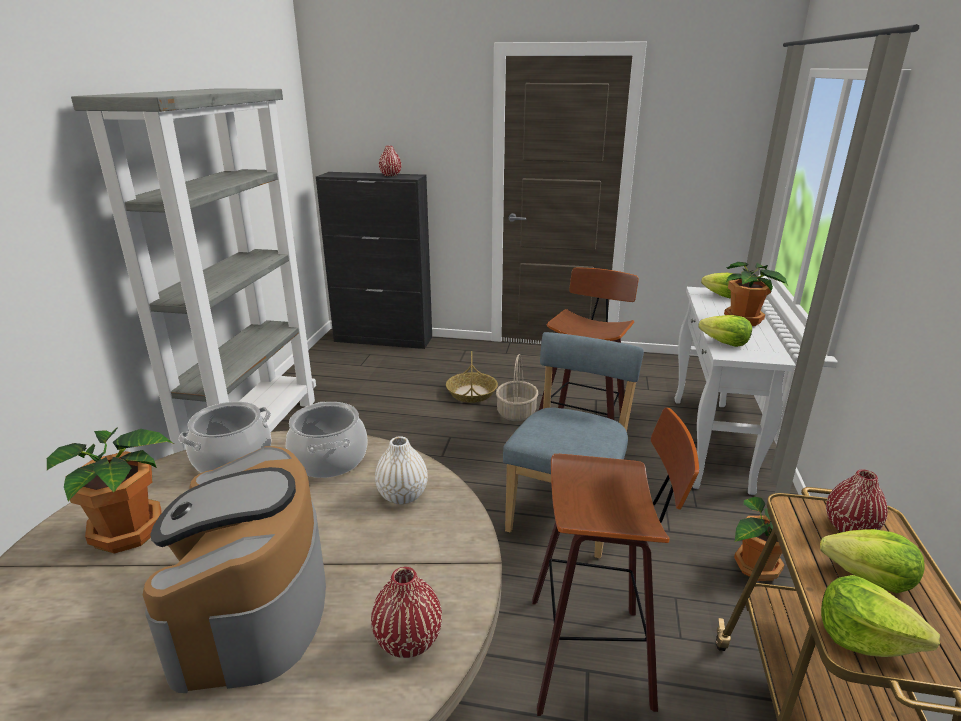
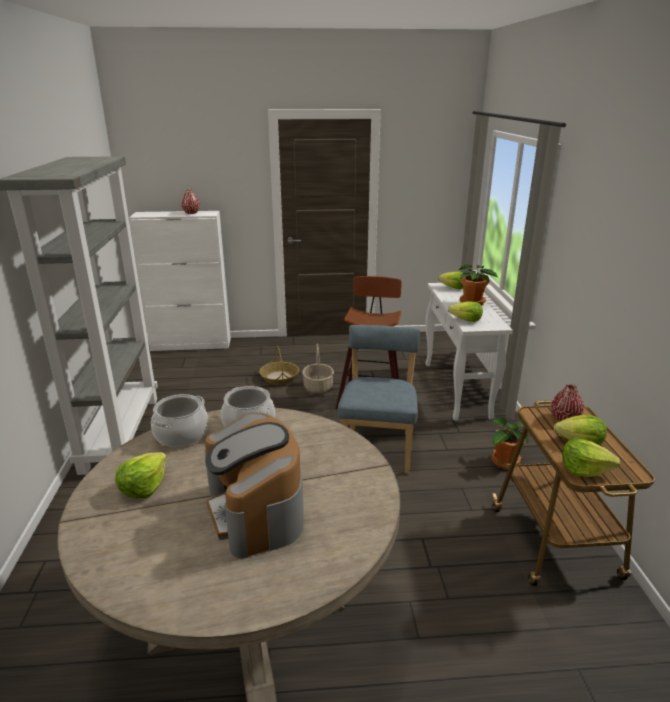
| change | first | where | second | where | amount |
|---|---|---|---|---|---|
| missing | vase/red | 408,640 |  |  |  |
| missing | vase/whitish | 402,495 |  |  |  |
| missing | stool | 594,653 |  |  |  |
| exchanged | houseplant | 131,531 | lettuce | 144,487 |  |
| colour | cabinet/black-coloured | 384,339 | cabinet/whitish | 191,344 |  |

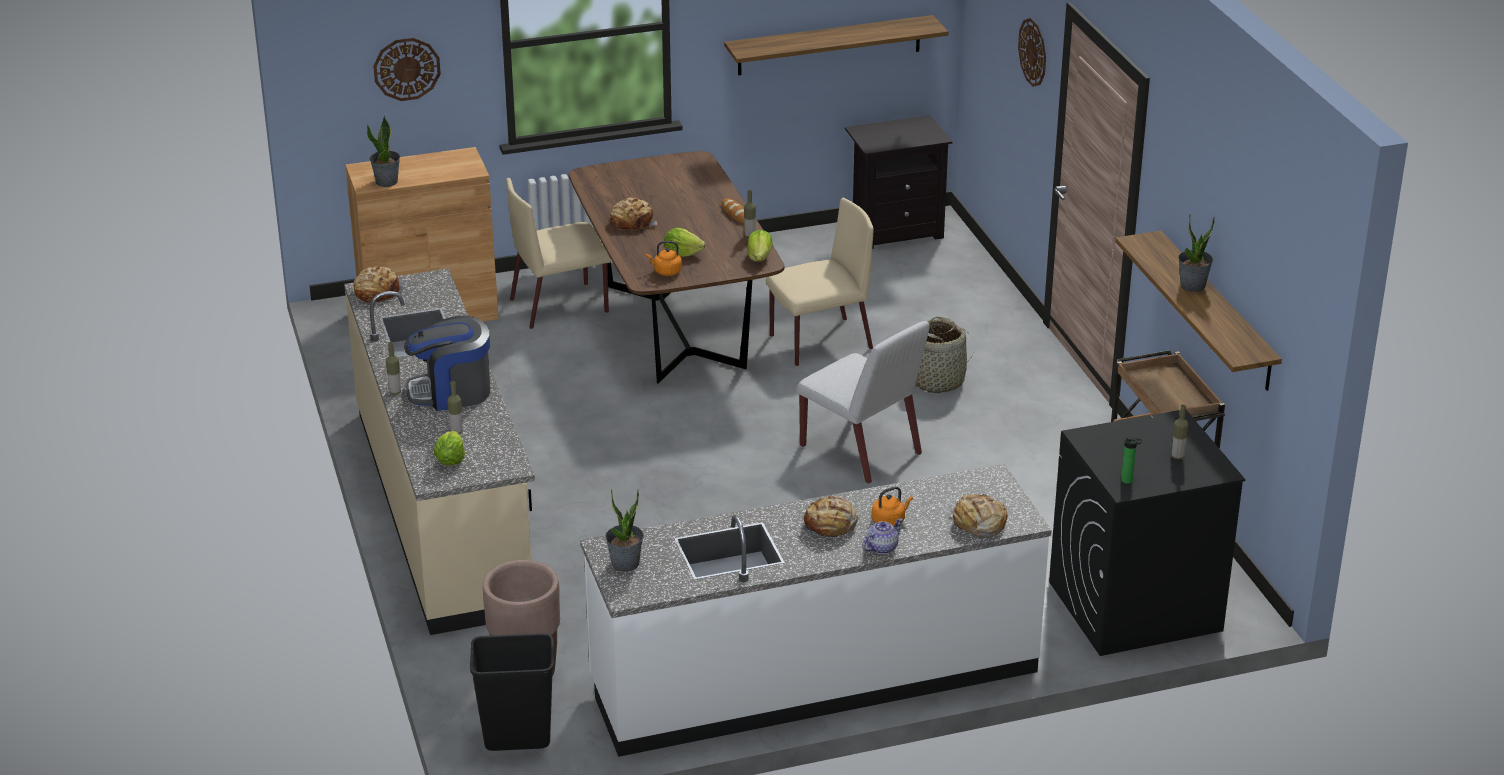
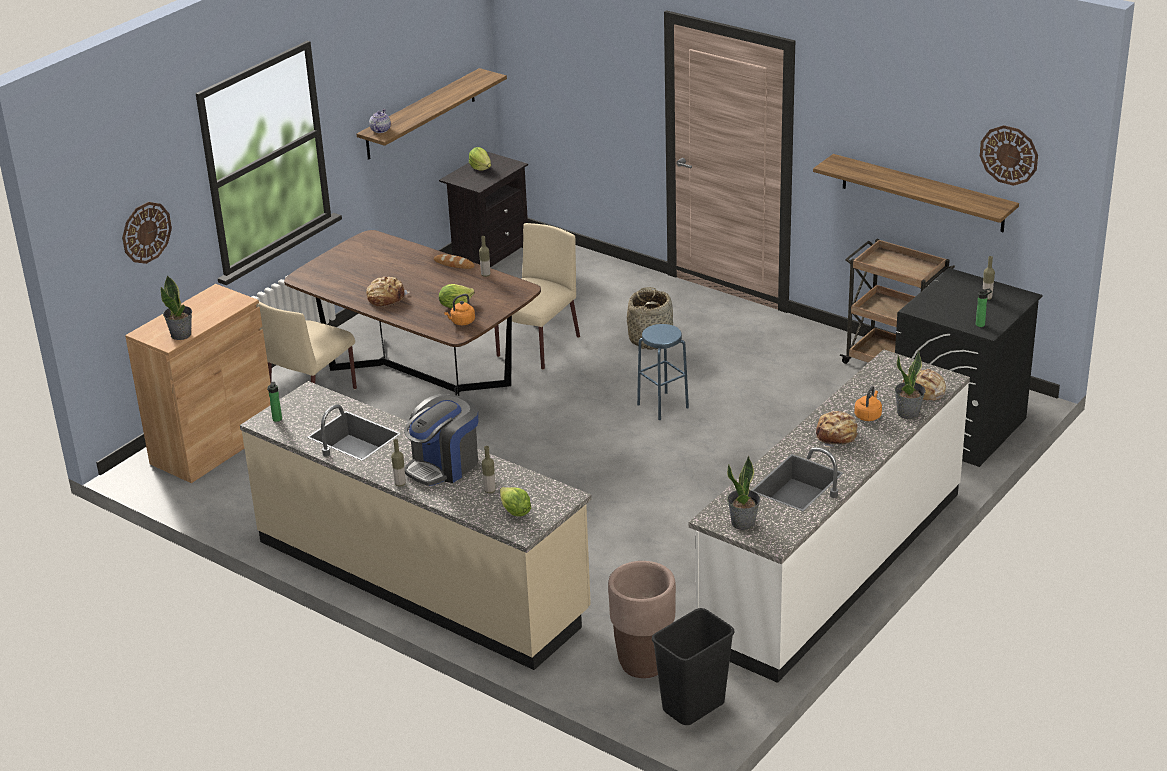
| change | first | where | second | where | amount |
|---|---|---|---|---|---|
| relocated | lettuce | 760,257 |  | 480,168 |  |
| relocated | tea pot | 881,548 |  | 380,130 |  |
| relocated | clock on the wall | 1033,52 |  | 1009,155 |  |
| relocated | houseplant | 1192,285 |  | 908,413 |  |
| exchanged | baked bread | 377,292 | beverage bottle | 277,420 |  |
| exchanged | chair/whitish | 862,450 | stool/blue-coloured | 663,406 |  |

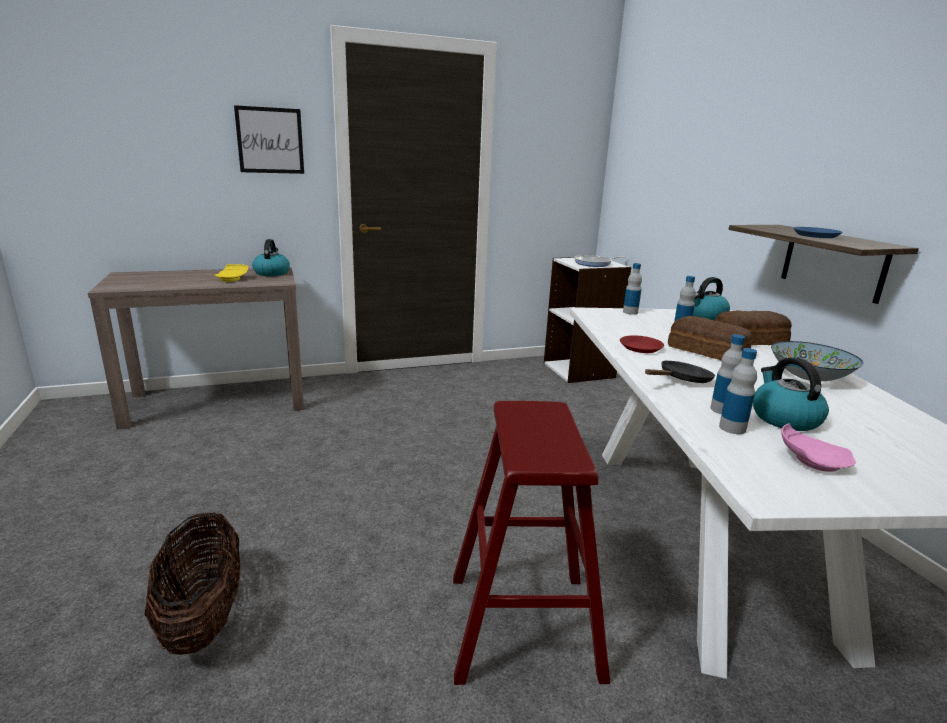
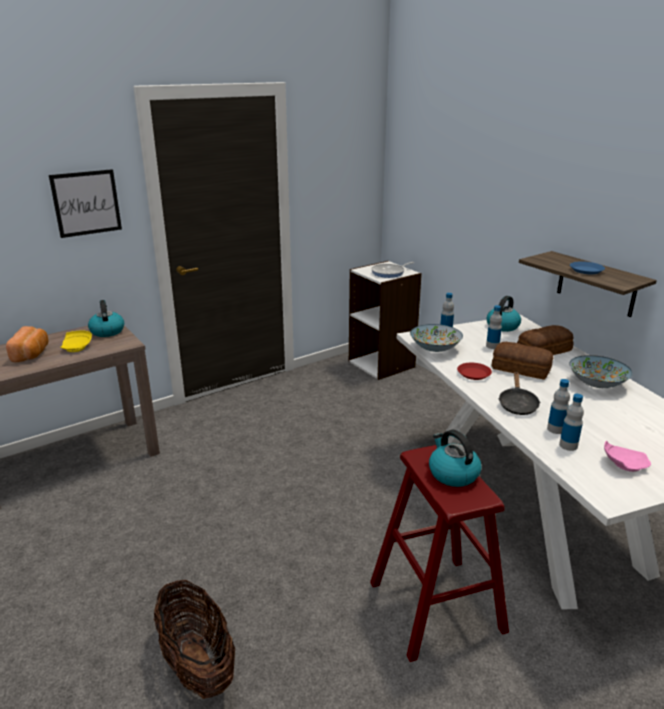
| change | first | where | second | where | amount |
|---|---|---|---|---|---|
| appeared |  |  | baked bread | 32,354 |  |
| appeared |  |  | bowl | 435,348 |  |
| relocated | tea kettle | 784,418 |  | 452,474 |  |
| spun | pan/black-coloured | 681,380 |  | 517,404 | 150 degrees clockwise |

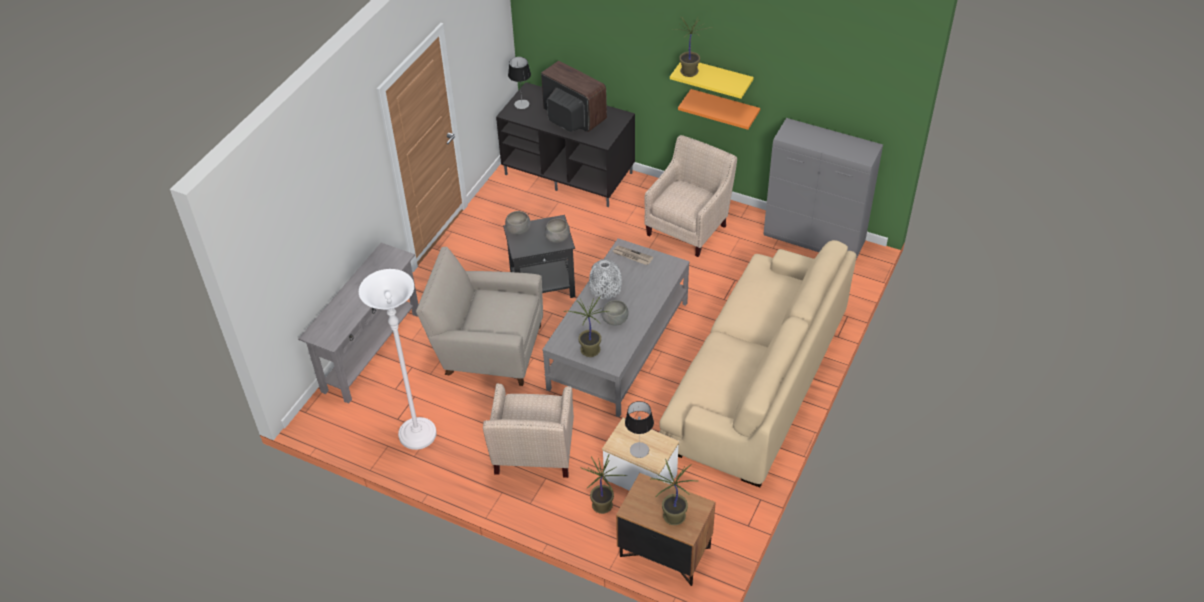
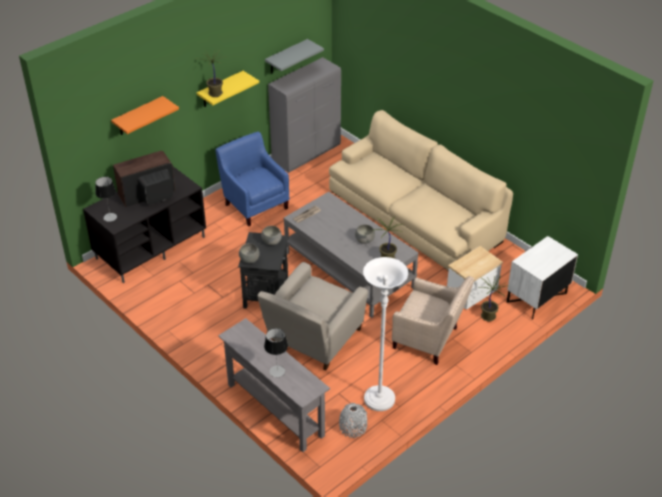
| change | first | where | second | where | amount |
|---|---|---|---|---|---|
| missing | houseplant | 673,517 |  |  |  |
| appeared |  |  | bracket shelf/grey | 286,57 |  |
| relocated | vase/grey | 605,288 |  | 353,427 |  |
| relocated | lamp for a table | 639,450 |  | 277,371 |  |
| relocated | bracket shelf/orange | 724,108 |  | 138,116 |  |
| colour | night table/brown | 664,552 | night table/whitish | 537,298 |  |
| colour | armchair/beige | 689,227 | armchair/blue-coloured | 255,204 |  |

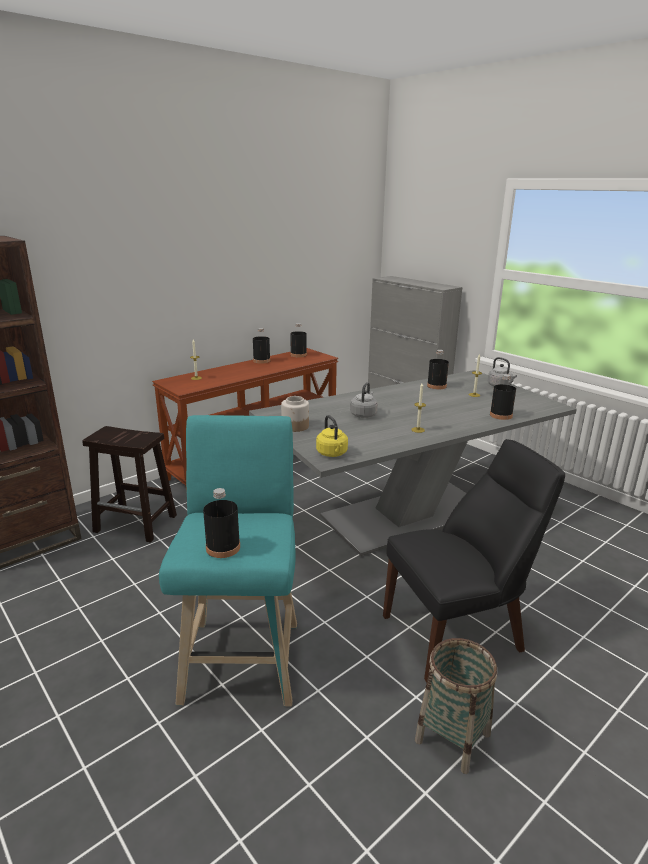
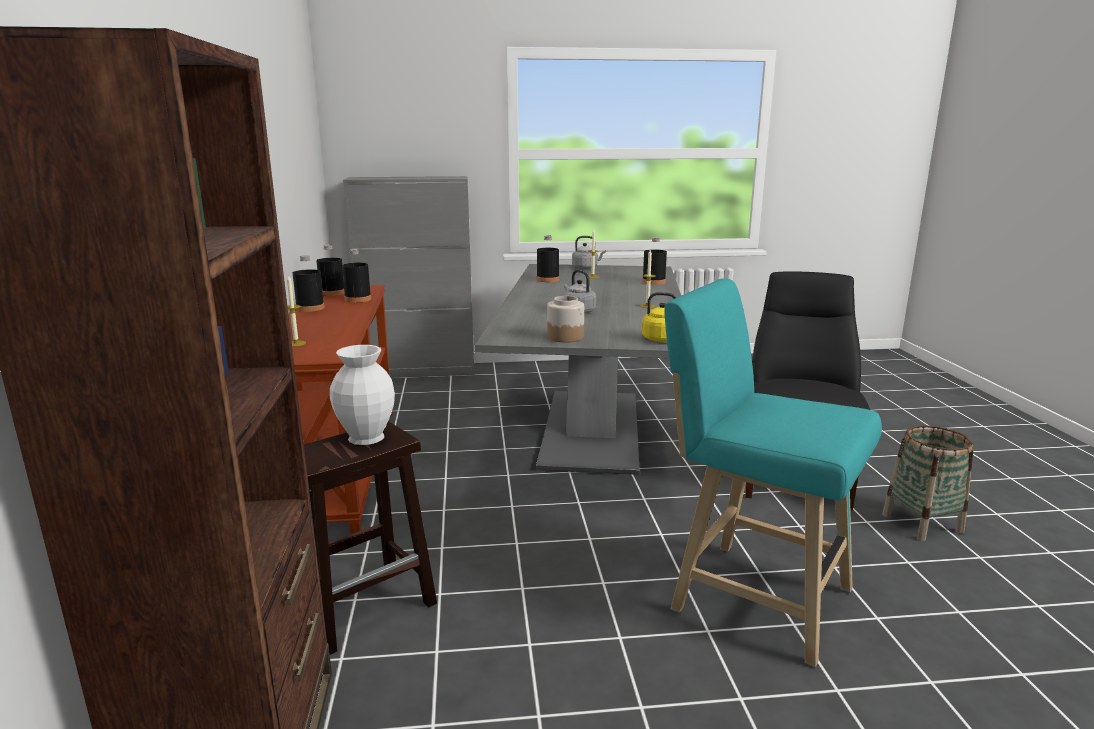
| change | first | where | second | where | amount |
|---|---|---|---|---|---|
| appeared |  |  | vase/whitish | 365,437 |  |
| relocated | beverage bottle/black-coloured | 223,547 |  | 358,299 |  |

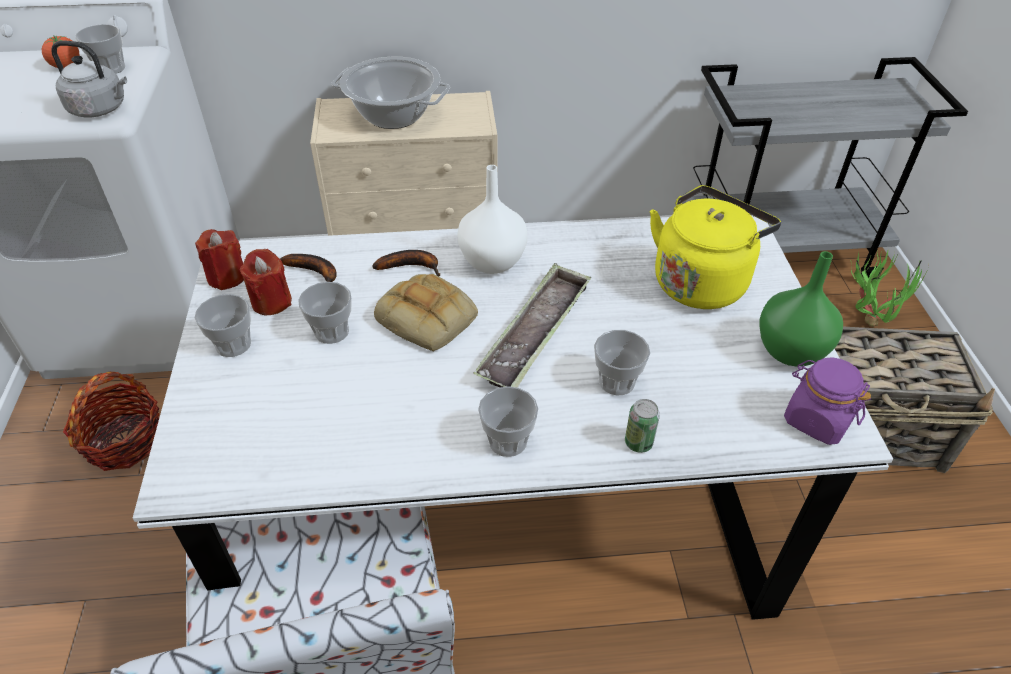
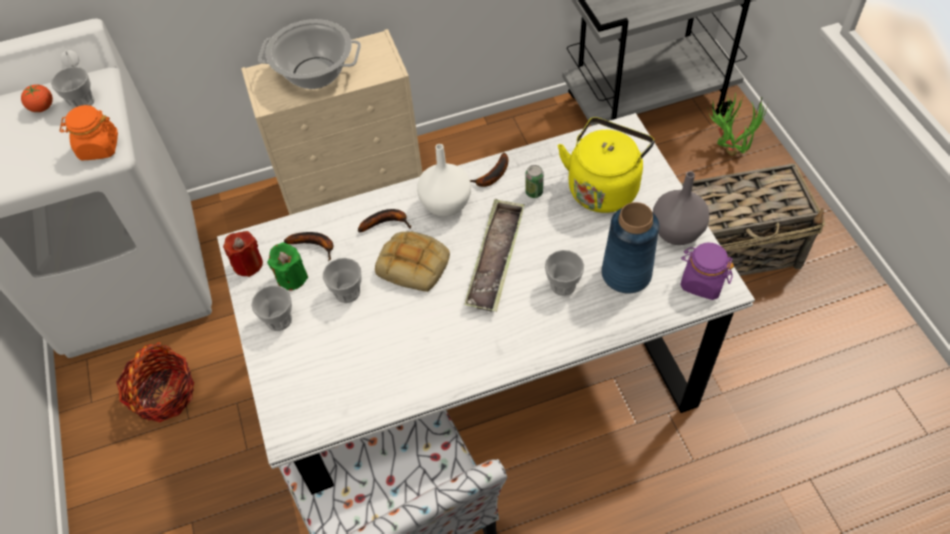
| change | first | where | second | where | amount |
|---|---|---|---|---|---|
| missing | drinking cup | 507,441 |  |  |  |
| appeared |  |  | whole banana | 491,176 |  |
| appeared |  |  | vase/blue-coloured | 626,274 |  |
| relocated | can | 638,443 |  | 534,192 |  |
| exchanged | tea kettle/grey | 101,109 | storage jar/orange | 98,147 |  |
| colour | wax light/red | 271,302 | wax light/green-coloured | 291,277 |  |
| colour | vase/green-coloured | 791,352 | vase/grey | 677,233 |  |

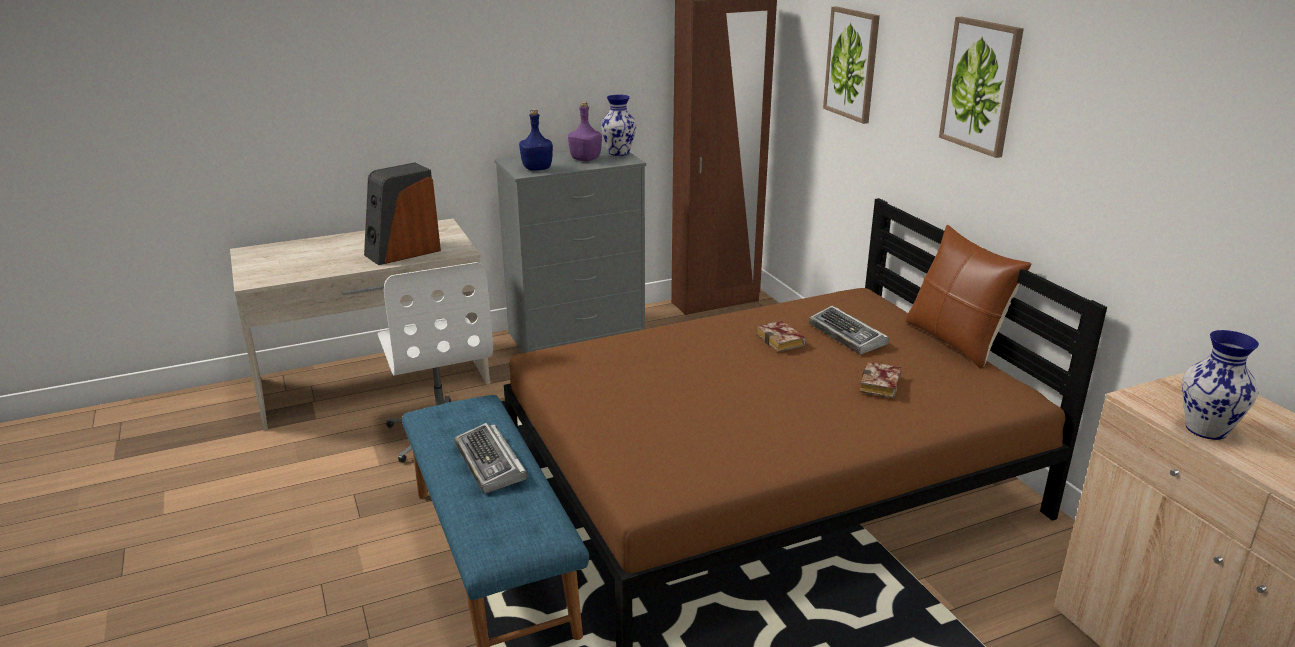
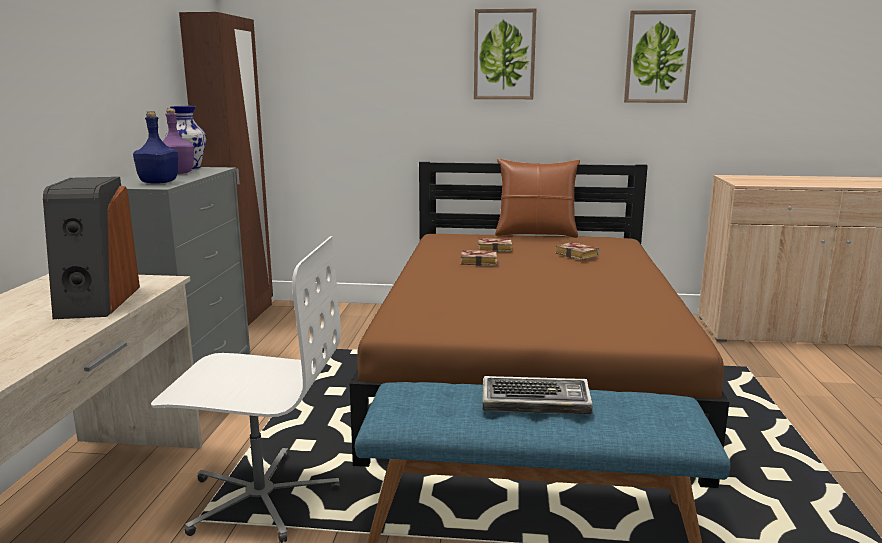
| change | first | where | second | where | amount |
|---|---|---|---|---|---|
| missing | vase | 1205,429 |  |  |  |
| relocated | wall picture | 852,64 |  | 658,57 |  |
| exchanged | computer keyboard | 848,336 | book | 496,249 |  |

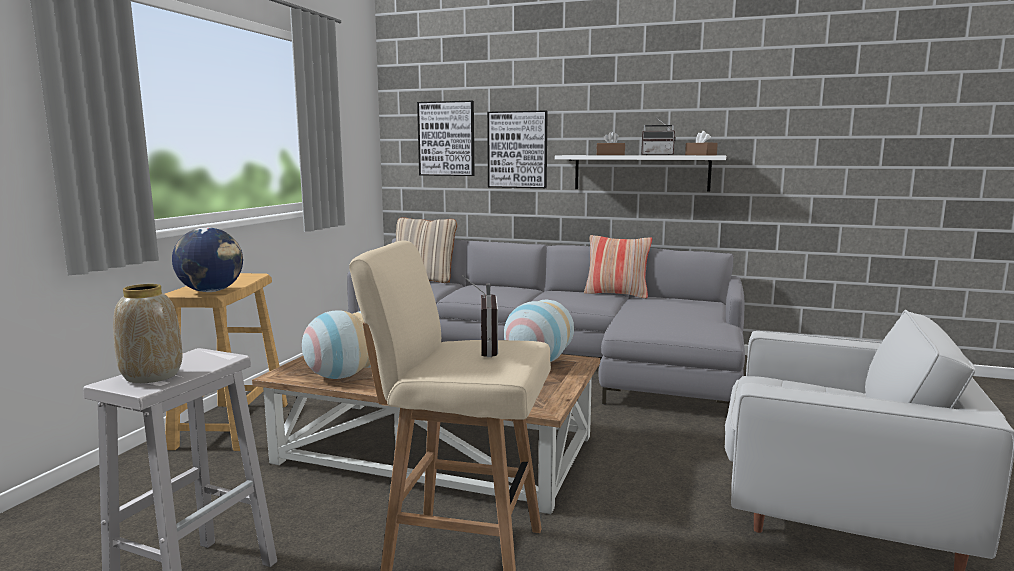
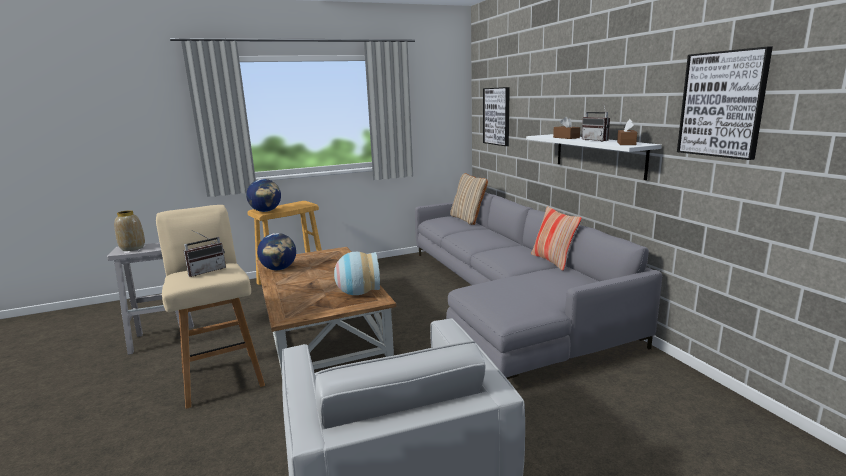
| change | first | where | second | where | amount |
|---|---|---|---|---|---|
| relocated | wall picture | 517,149 |  | 722,104 |  |
| exchanged | vase | 340,376 | globe | 279,269 |  |

